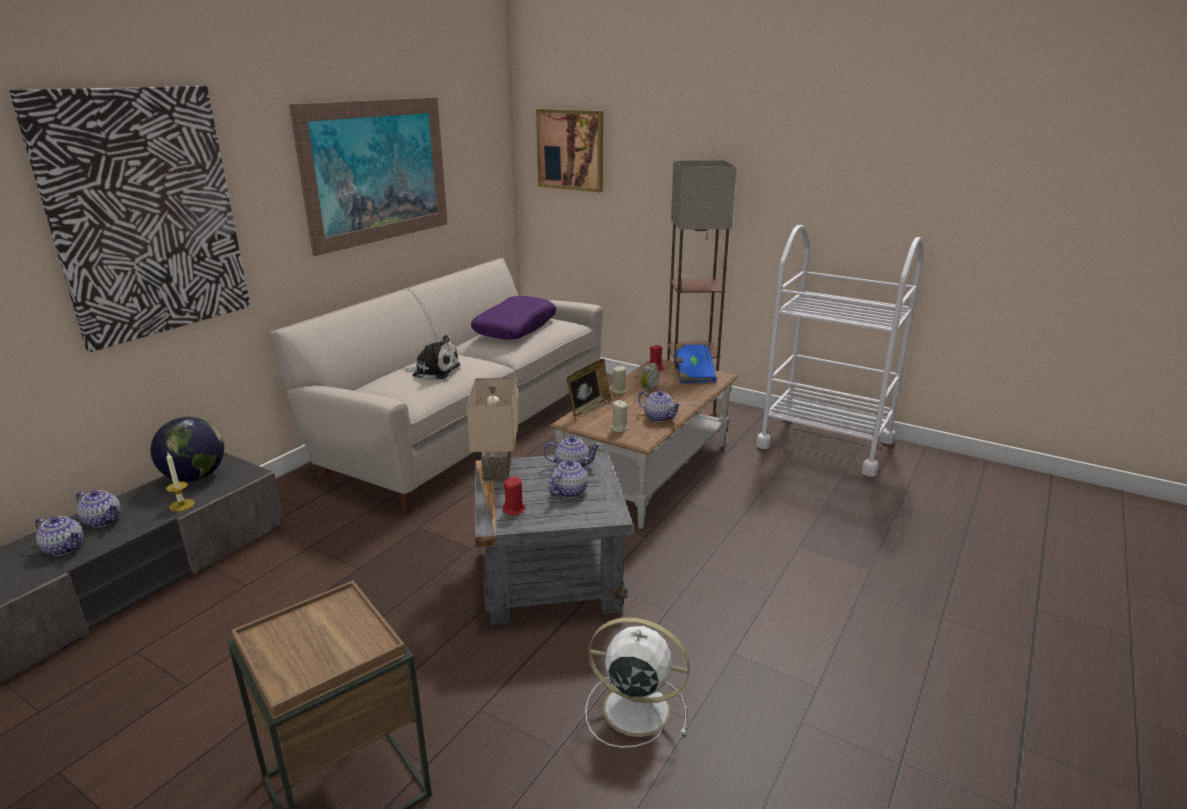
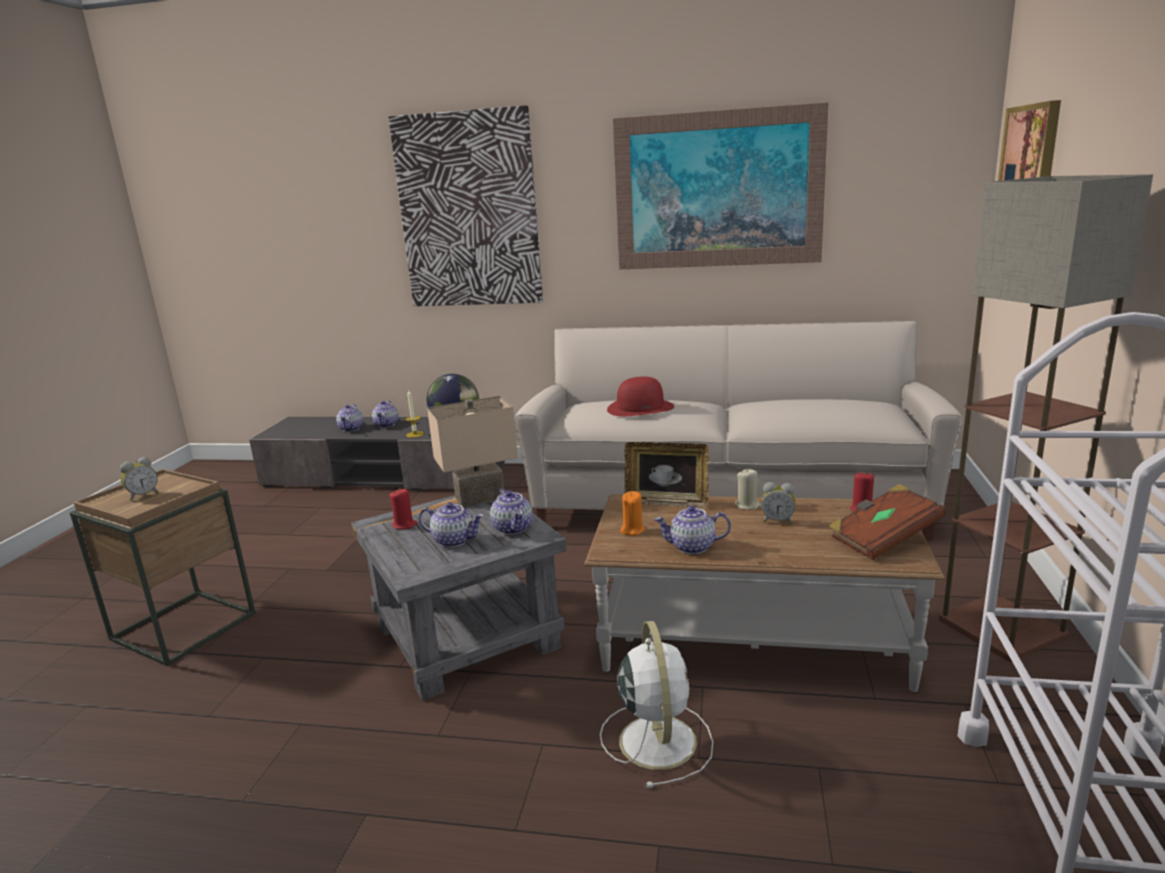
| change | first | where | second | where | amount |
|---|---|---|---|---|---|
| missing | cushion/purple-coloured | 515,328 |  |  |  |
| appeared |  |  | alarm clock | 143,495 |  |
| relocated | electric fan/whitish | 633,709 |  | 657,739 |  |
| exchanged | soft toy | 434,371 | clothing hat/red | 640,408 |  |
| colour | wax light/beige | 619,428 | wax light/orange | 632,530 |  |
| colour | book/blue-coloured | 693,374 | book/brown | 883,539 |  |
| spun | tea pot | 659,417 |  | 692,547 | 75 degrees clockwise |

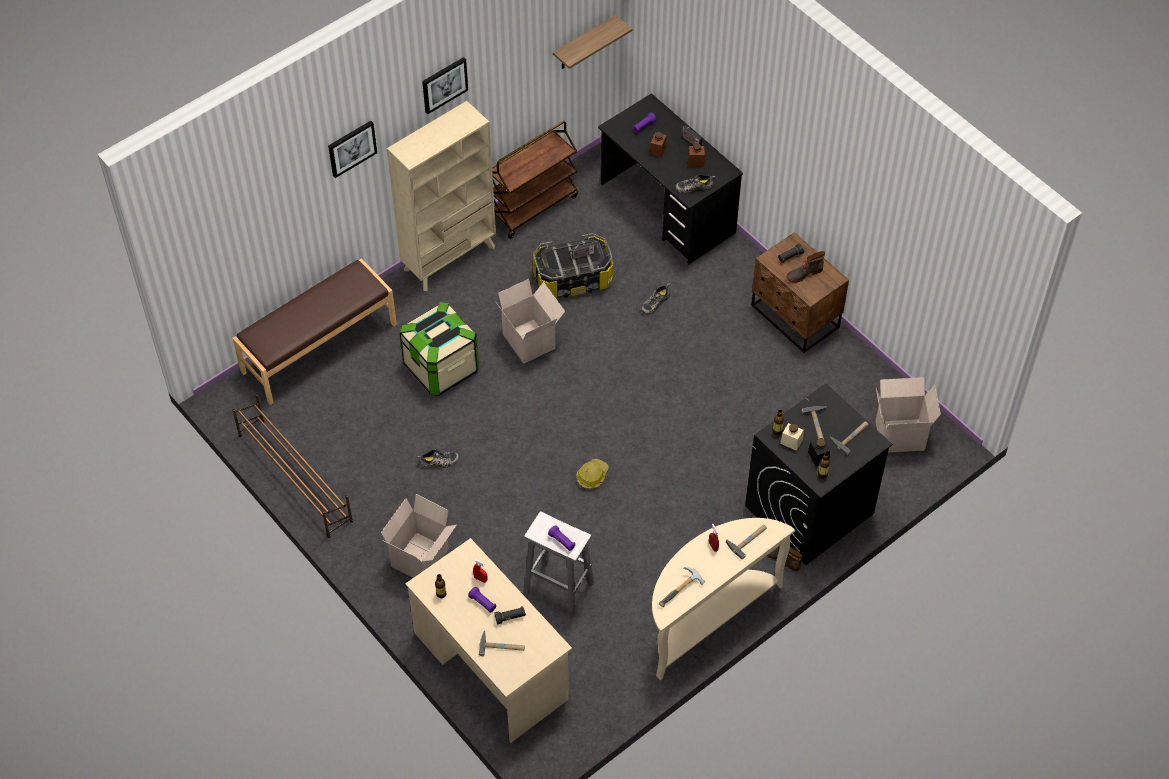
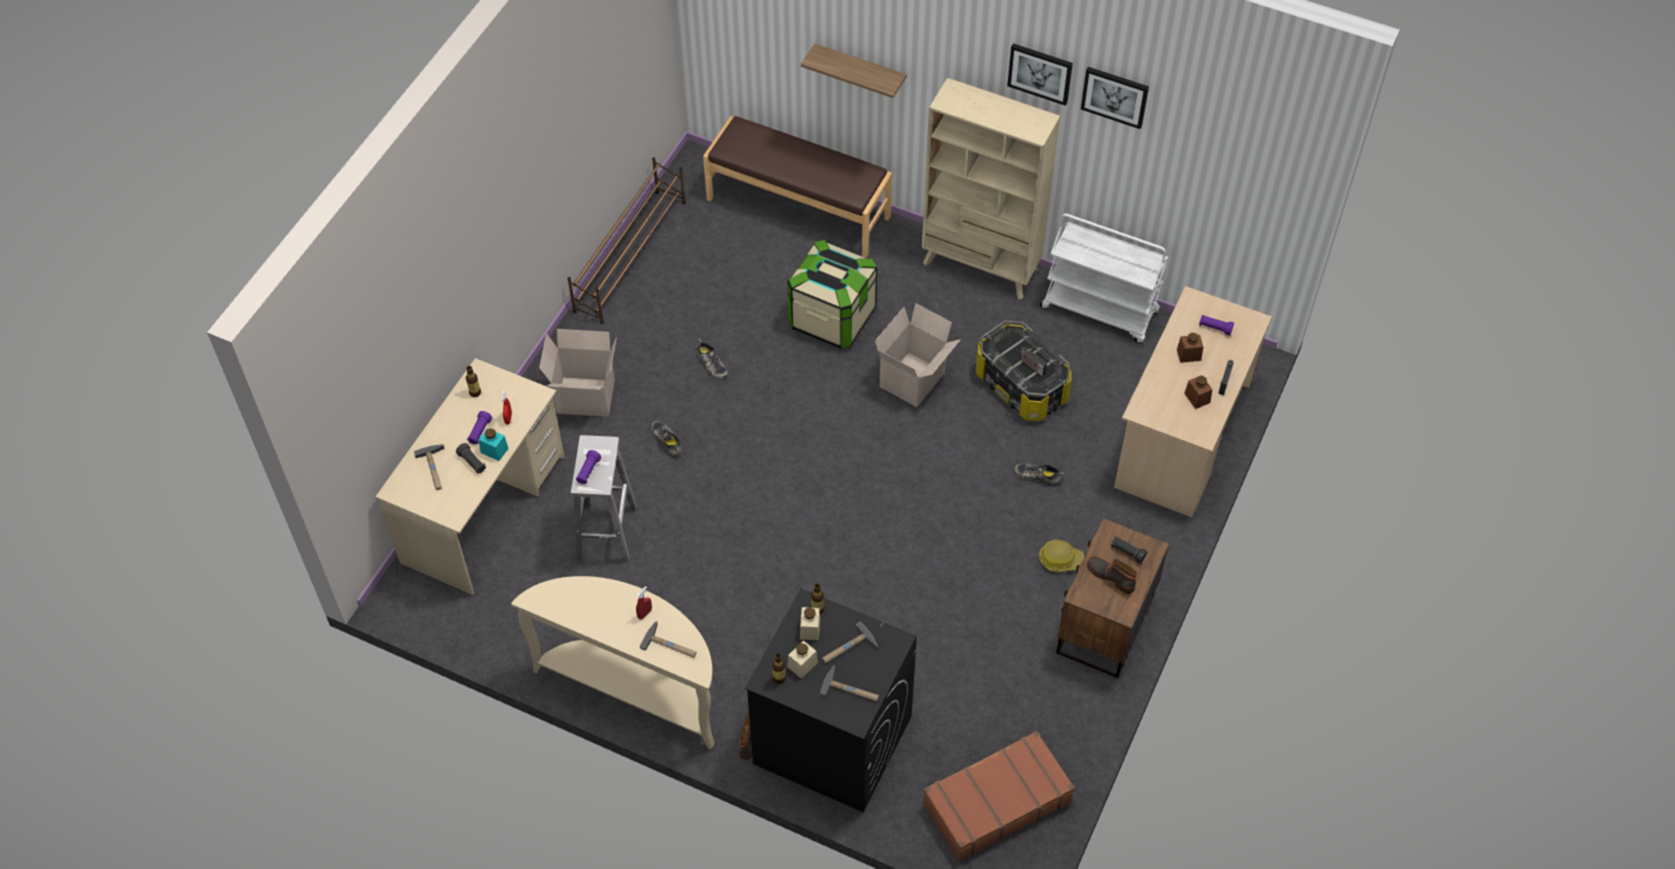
| change | first | where | second | where | amount |
|---|---|---|---|---|---|
| missing | hand hammer | 682,591 |  |  |  |
| appeared |  |  | storage jar/turquoise-coloured | 494,450 |  |
| relocated | wall picture | 351,148 |  | 1115,96 |  |
| relocated | bracket shelf | 584,44 |  | 860,72 |  |
| relocated | safety helmet | 592,476 |  | 1060,559 |  |
| relocated | item of footwear | 694,186 |  | 668,441 |  |
| exchanged | cardboard box | 900,434 | suitcase/brown | 996,802 |  |
| colour | trolley/brown | 533,206 | trolley/whitish | 1100,310 |  |
| colour | desk/black-coloured | 667,209 | desk/beige | 1182,436 |  |
| colour | storage jar/black-coloured | 818,456 | storage jar/beige | 802,665 |  |

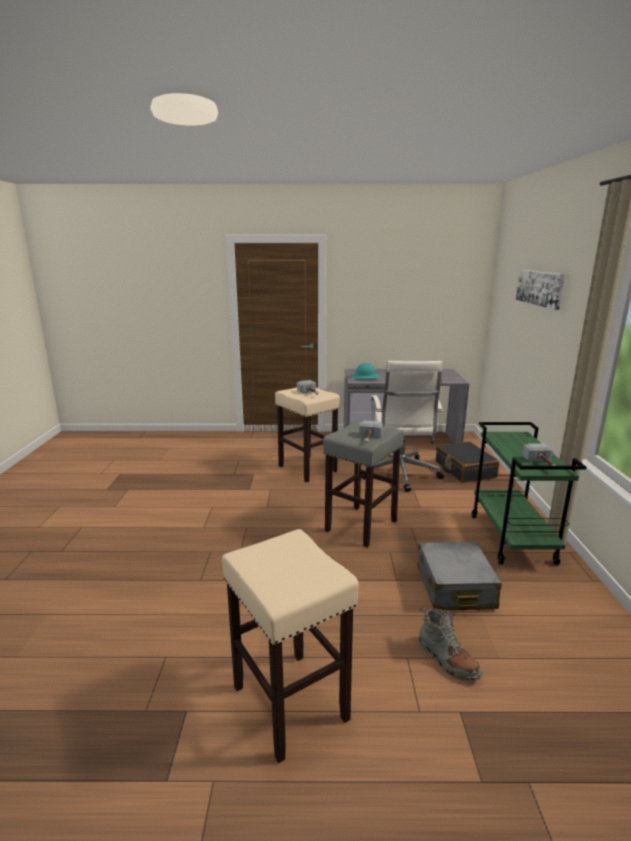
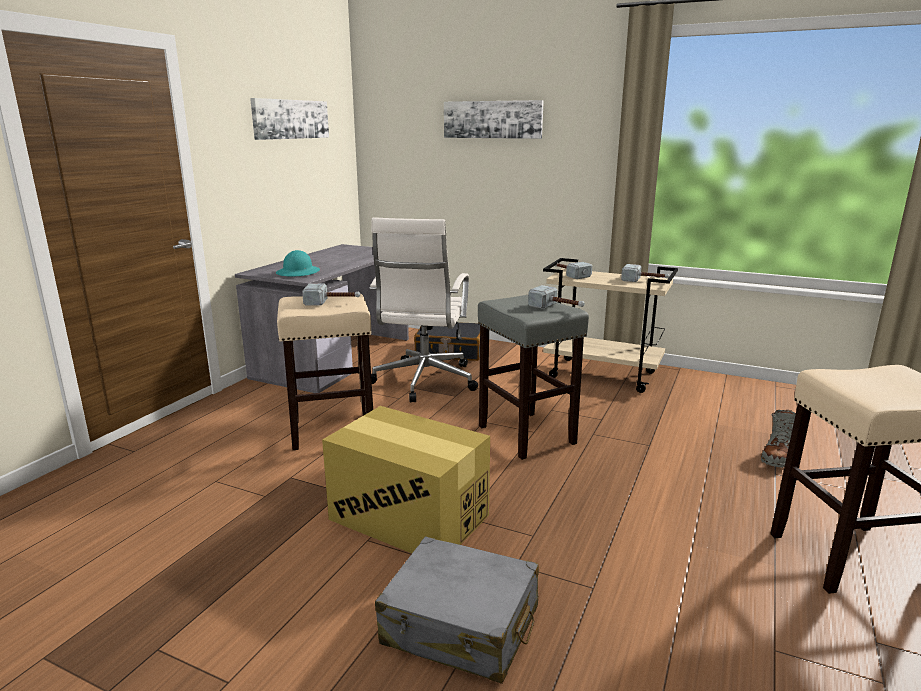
| change | first | where | second | where | amount |
|---|---|---|---|---|---|
| appeared |  |  | wall picture | 290,119 |  |
| appeared |  |  | cardboard box | 408,517 |  |
| appeared |  |  | hand hammer | 569,274 |  |
| relocated | suitcase/grey | 454,587 |  | 461,626 |  |
| colour | trolley/green-coloured | 512,539 | trolley/beige | 603,375 |  |
| spun | office chair/whitish | 400,474 |  | 423,382 | 75 degrees clockwise |
| spun | tall boot/grey | 447,659 |  | 777,456 | 135 degrees clockwise |

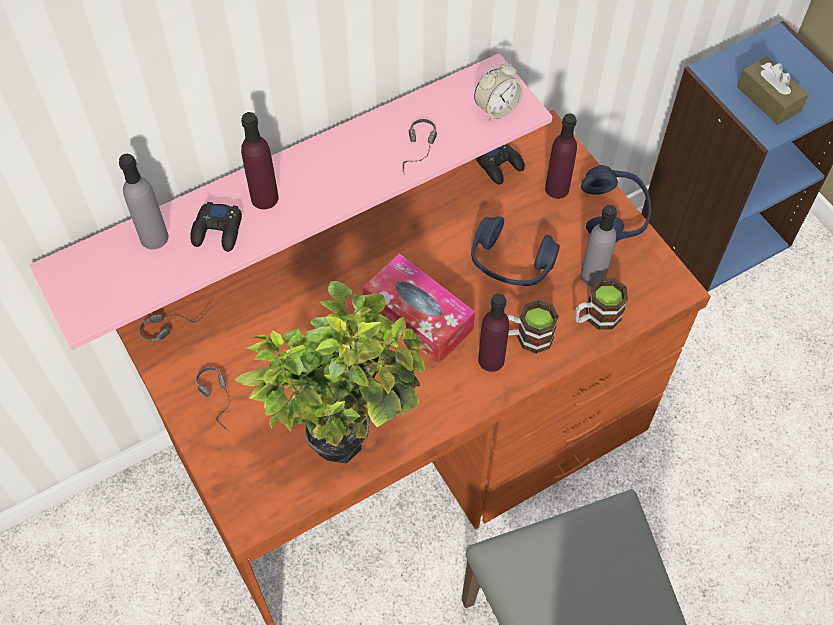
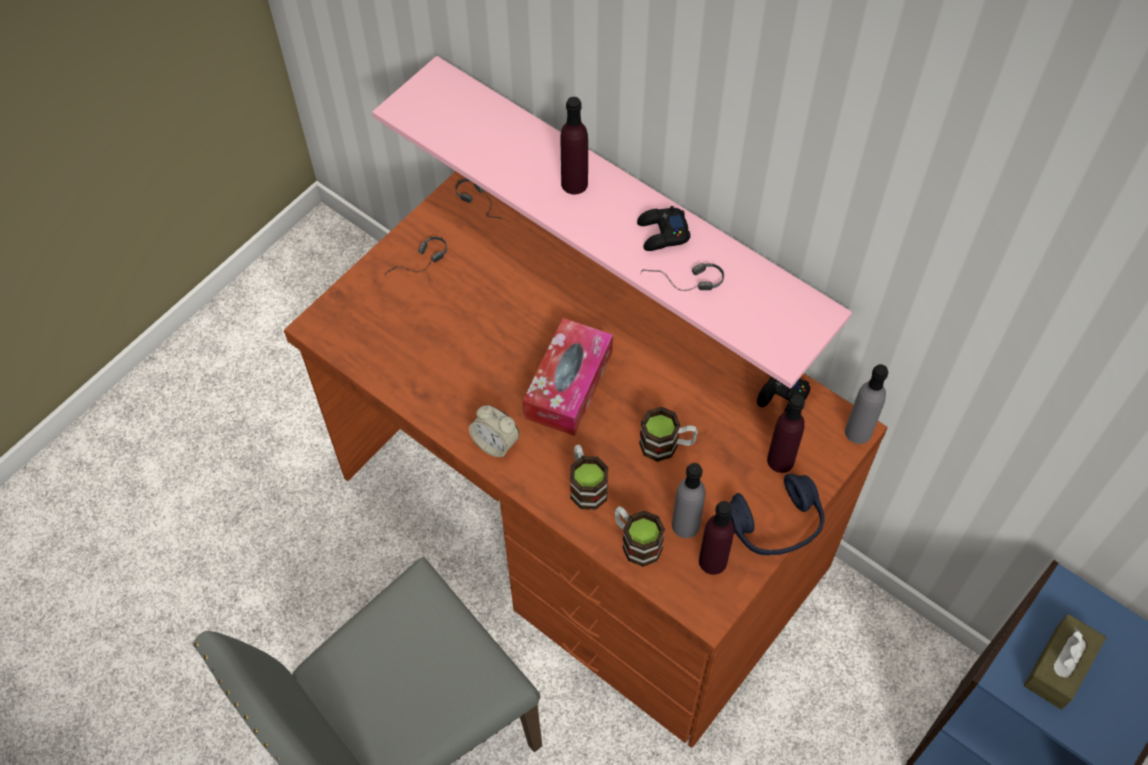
| change | first | where | second | where | amount |
|---|---|---|---|---|---|
| missing | houseplant | 344,431 |  |  |  |
| relocated | beverage bottle/grey | 154,237 |  | 858,432 |  |
| relocated | game controller/black-coloured | 218,231 |  | 662,233 |  |
| relocated | alarm clock | 496,109 |  | 495,443 |  |
| relocated | beverage bottle/purple-coloured | 491,359 |  | 713,561 |  |
| exchanged | pair of headphones/blue-coloured | 511,262 | coffee mug | 667,445 |  |

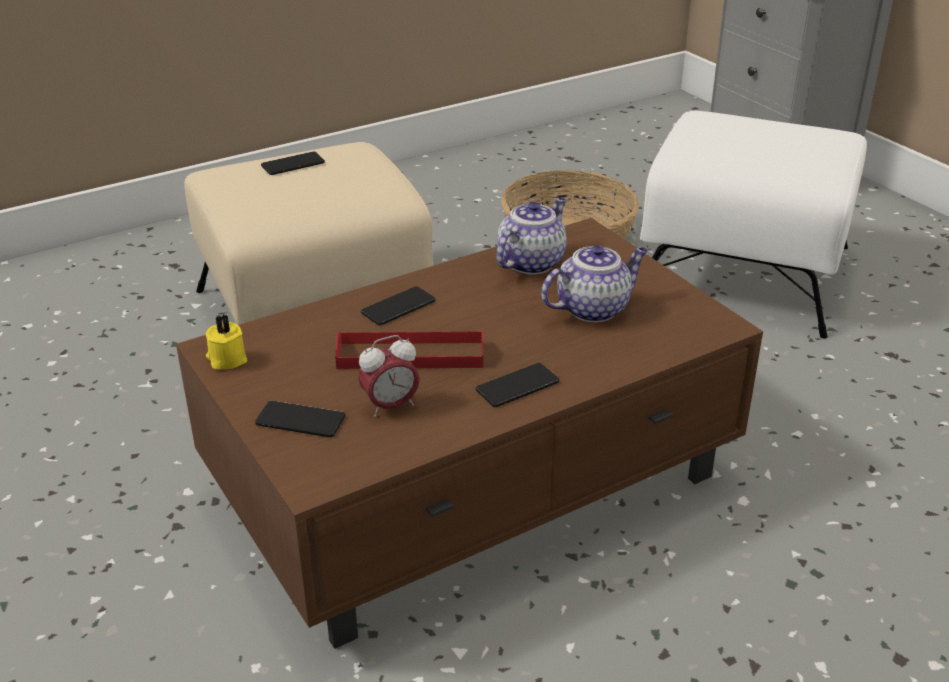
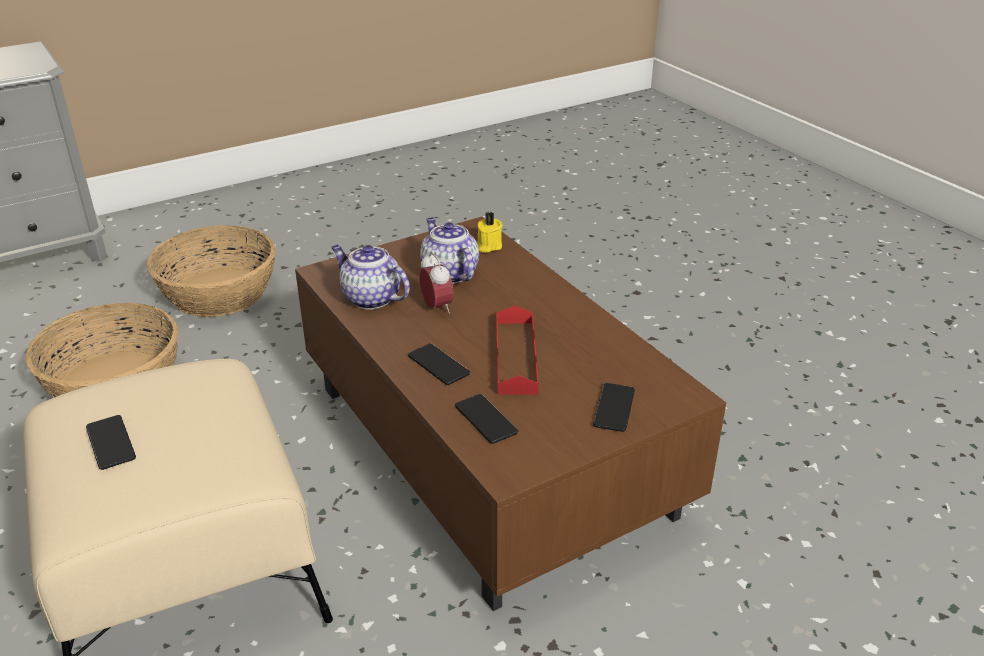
| change | first | where | second | where | amount |
|---|---|---|---|---|---|
| relocated | wax light/yellow | 226,359 |  | 488,246 |  |
| relocated | alarm clock | 390,406 |  | 437,307 |  |
| relocated | phone | 517,386 |  | 486,419 |  |
| exchanged | pouffe/whitish | 744,273 | household basket | 218,292 |  |

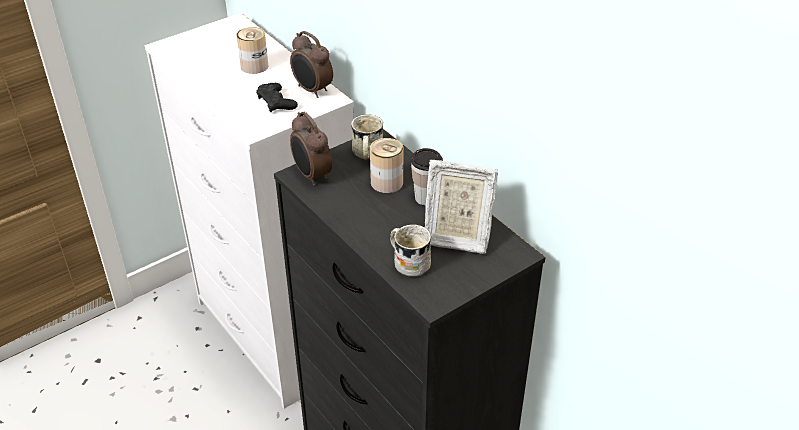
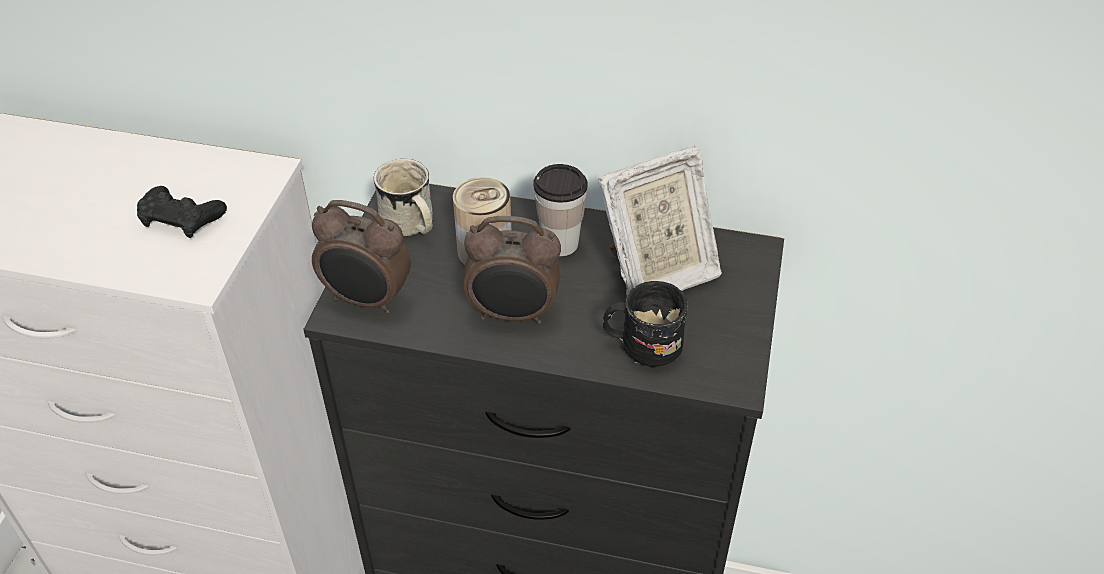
| change | first | where | second | where | amount |
|---|---|---|---|---|---|
| missing | can | 254,66 |  |  |  |
| relocated | alarm clock | 312,90 |  | 513,314 |  |
| colour | coffee mug/whitish | 408,262 | coffee mug/black-coloured | 641,345 |  |

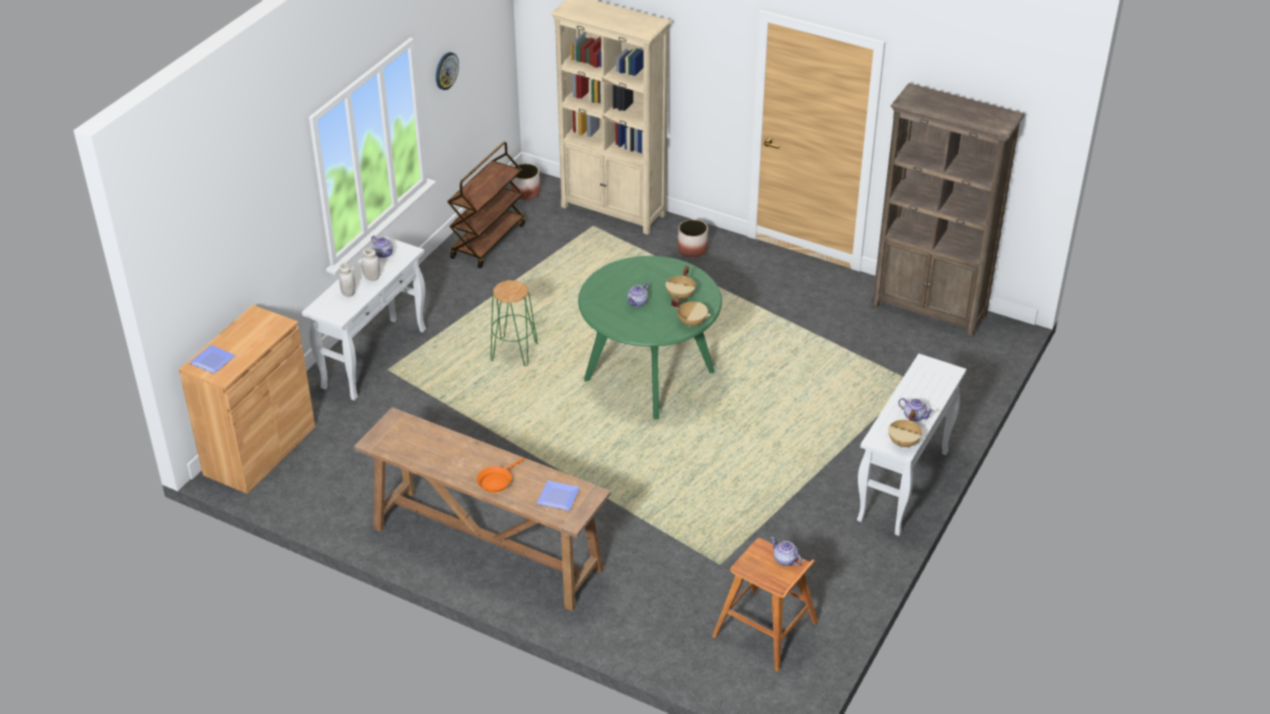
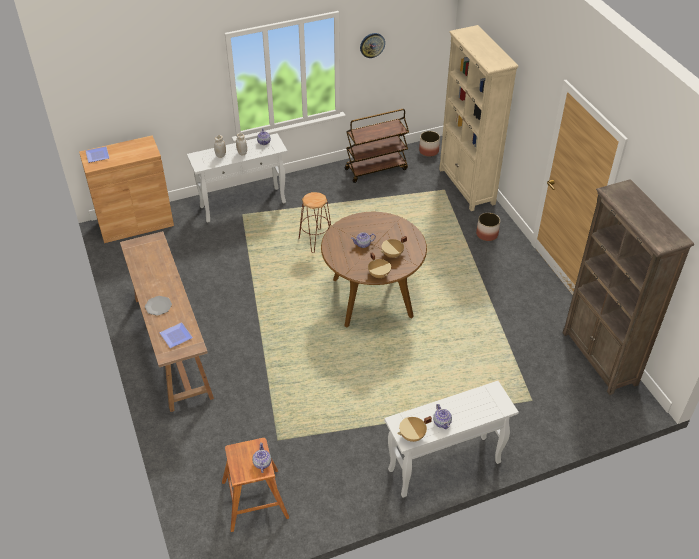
| change | first | where | second | where | amount |
|---|---|---|---|---|---|
| exchanged | pan/orange | 496,481 | plate | 158,306 |  |
| colour | stool/green-coloured | 514,352 | stool/brown | 315,241 |  |
| colour | kitchen table/green-coloured | 649,376 | kitchen table/brown | 372,298 |  |

